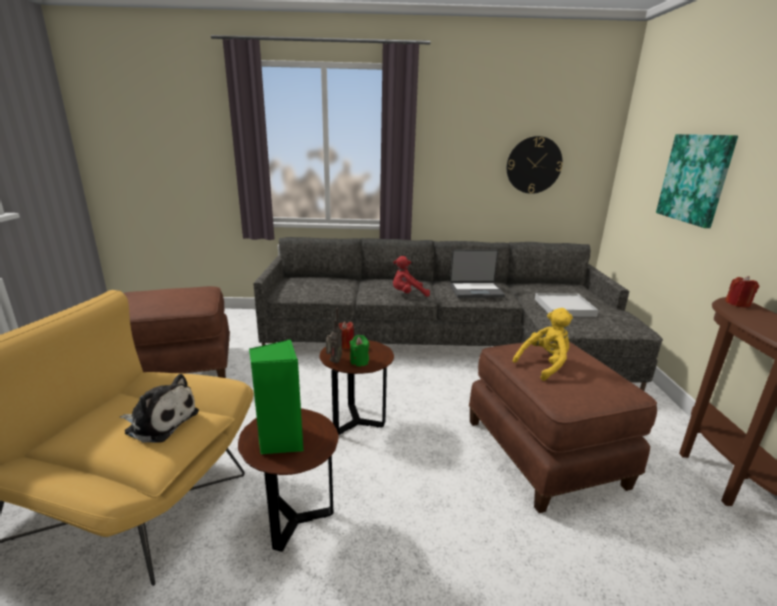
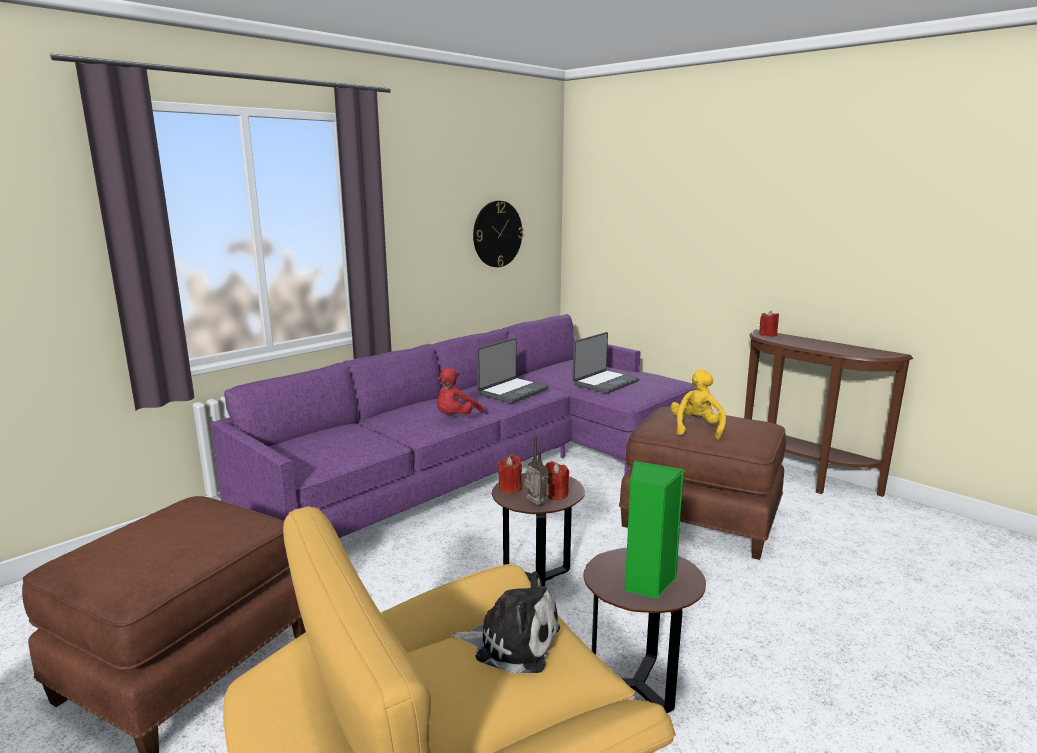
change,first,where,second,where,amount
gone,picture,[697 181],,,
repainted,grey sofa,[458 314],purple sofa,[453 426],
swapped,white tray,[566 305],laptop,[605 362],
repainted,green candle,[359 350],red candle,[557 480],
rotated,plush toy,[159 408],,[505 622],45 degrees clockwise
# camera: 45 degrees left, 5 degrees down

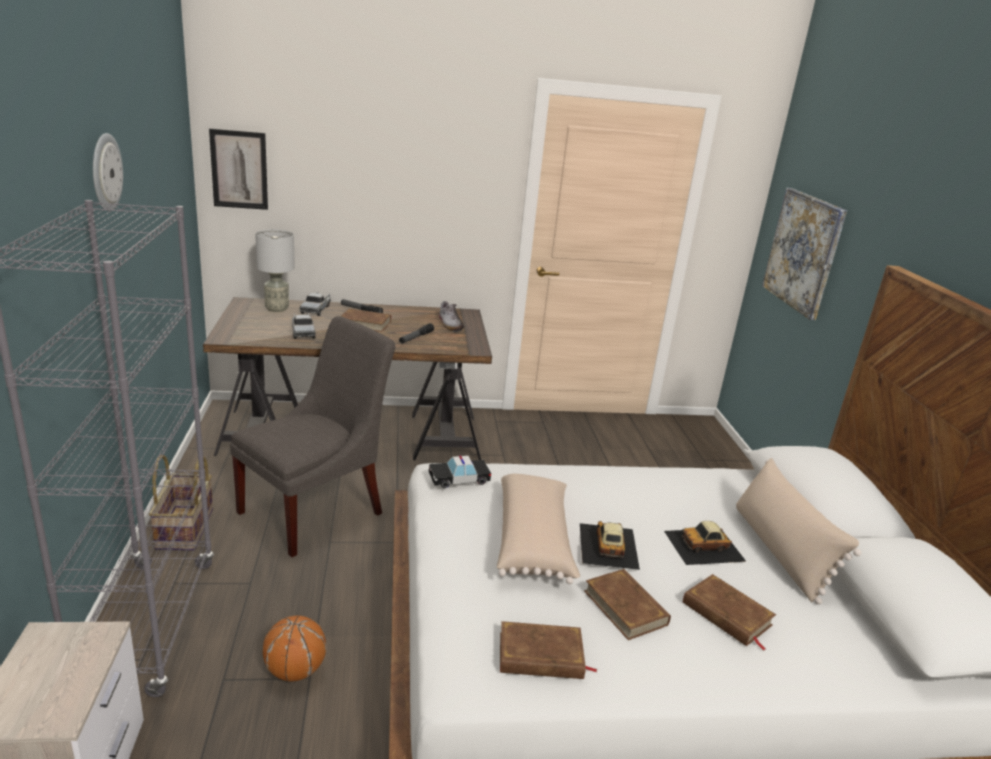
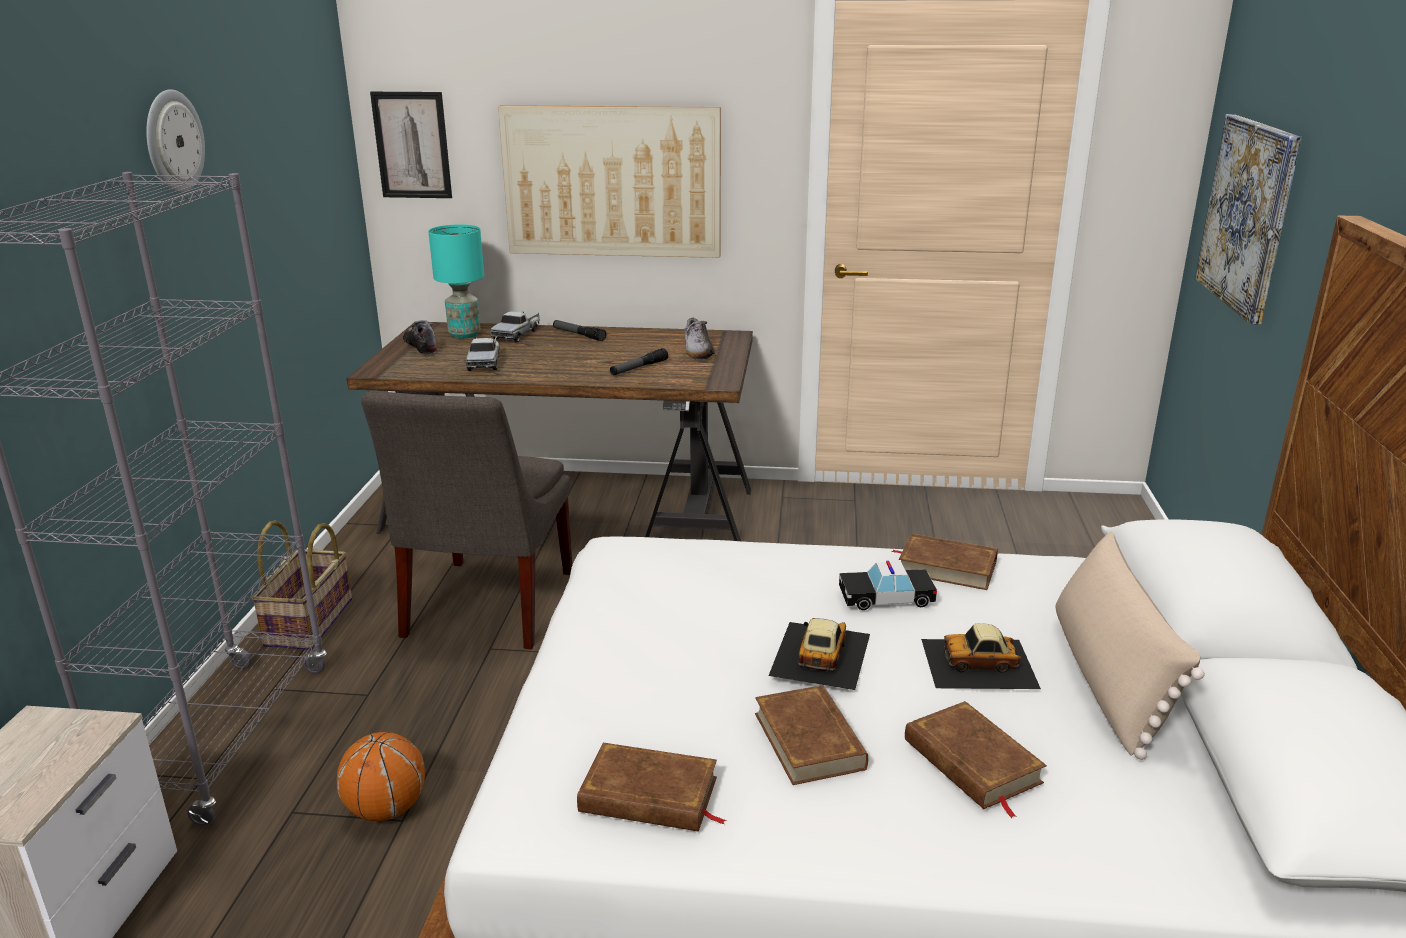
change,first,where,second,where,amount
repainted,grey table lamp,[275 270],turquoise table lamp,[456 281],
shifted,brown book,[366 320],,[944 561],
rotated,grey chair,[312 436],,[466 520],135 degrees clockwise
shifted,toy car,[460 471],,[888 585],
gone,beige pillow,[538 529],,,
new,,,picture,[609 181],
new,,,shoe,[420 337],
# camera: 15 degrees right, 0 degrees up

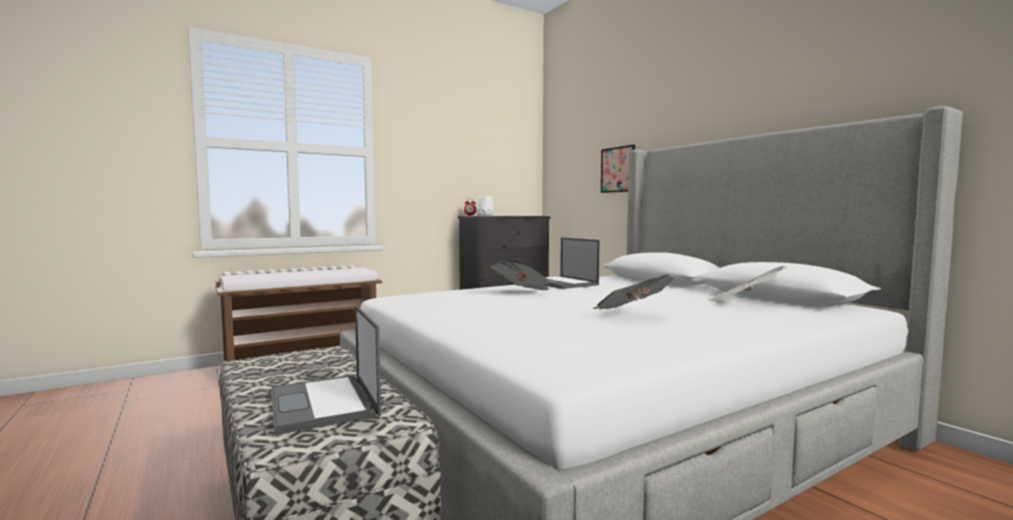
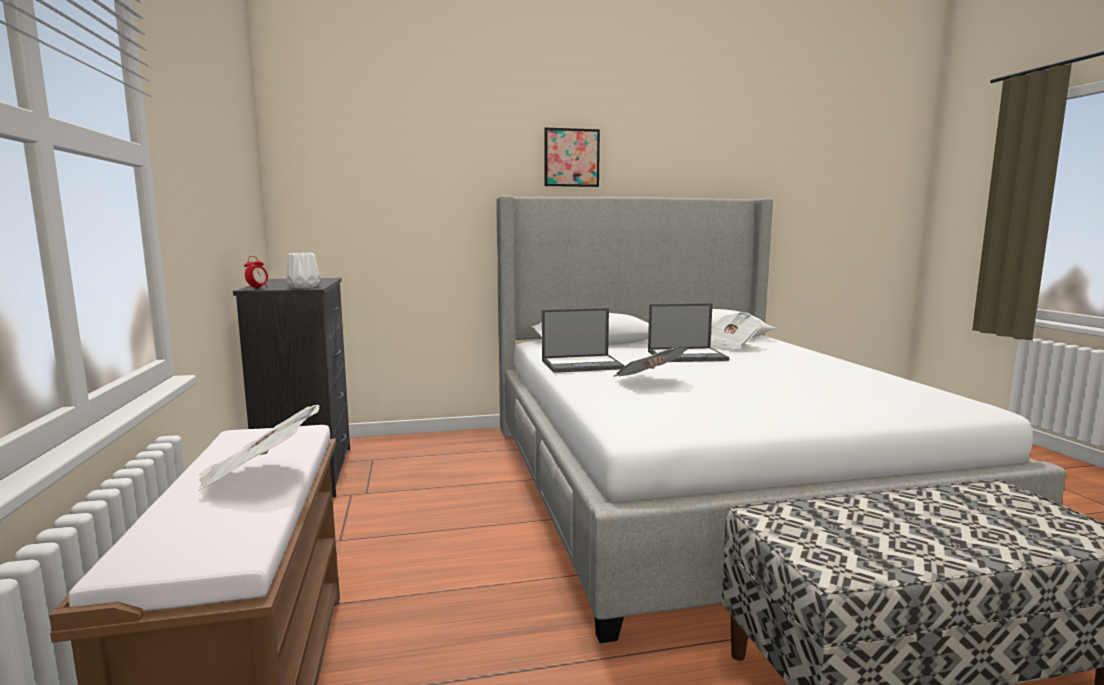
change,first,where,second,where,amount
shifted,picture,[618 169],,[572 157],
shifted,newspaper,[633 291],,[259 448],
shifted,laptop,[326 370],,[688 332],
# camera: 70 degrees left, 5 degrees up

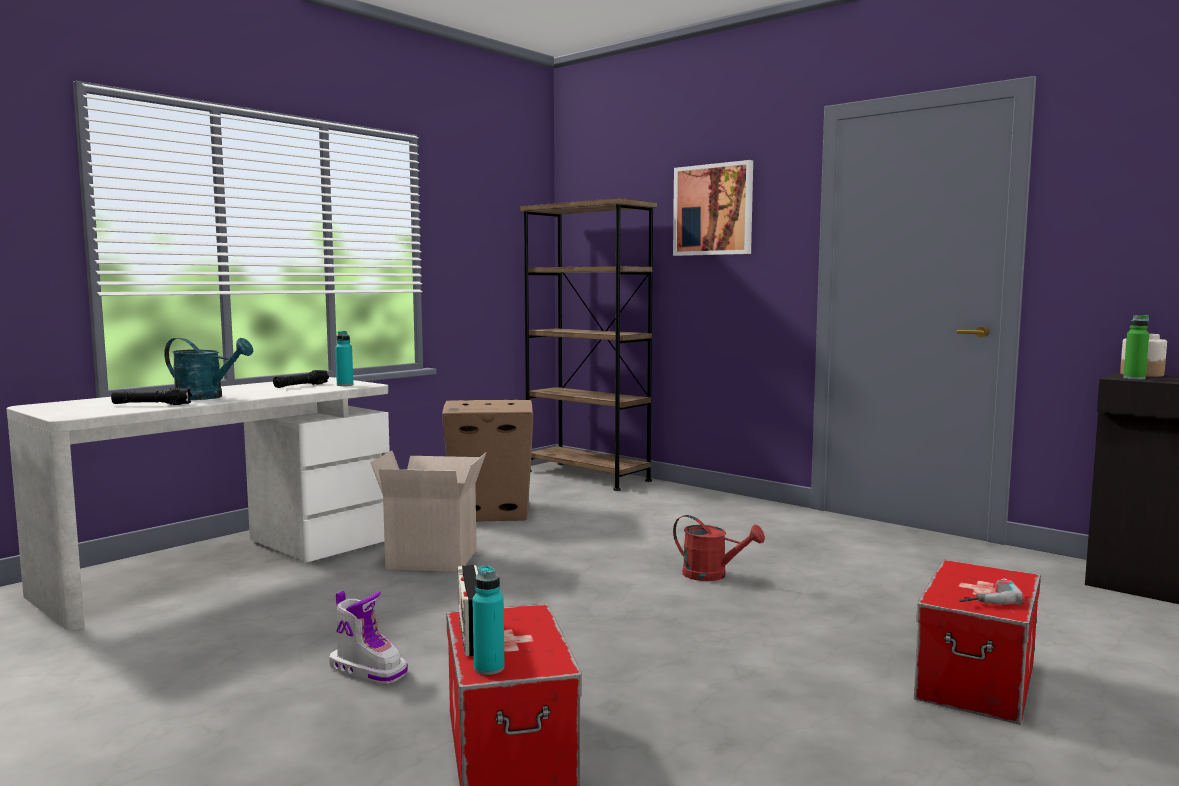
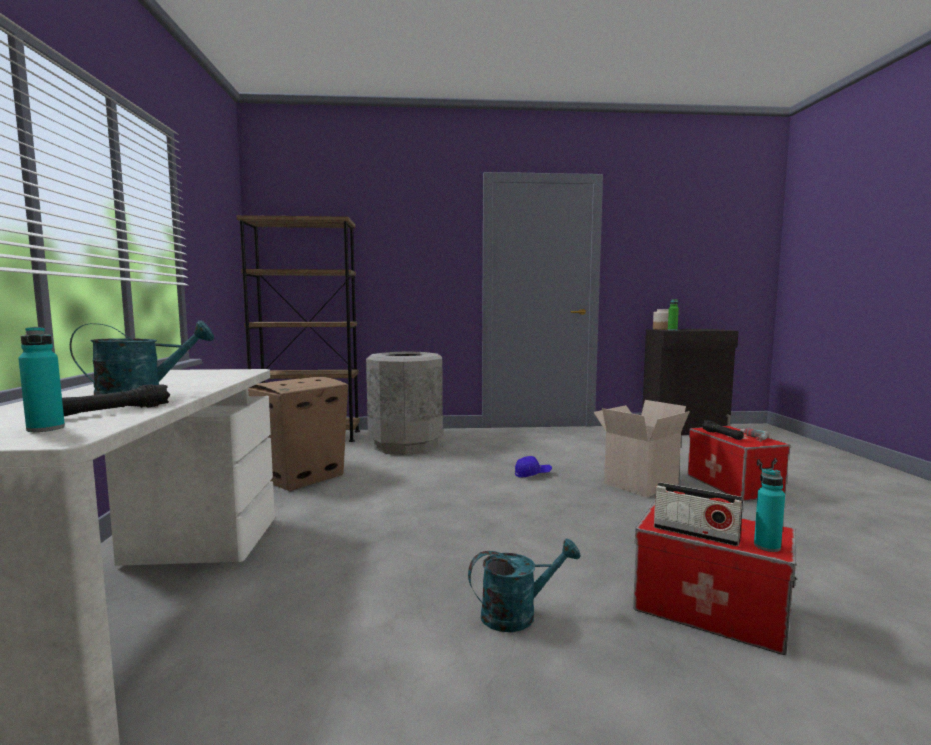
change,first,where,second,where,amount
gone,picture,[713 208],,,
shifted,turquoise bottle,[344 358],,[41 379],
shifted,black flashlight,[301 379],,[723 430],
shifted,cardboard box,[428 511],,[642 448],
swapped,red watering can,[719 548],blue cap,[533 467],
swapped,boot,[368 638],turquoise watering can,[524 585],
new,,,grey trash can,[404 403],
# camera: 45 degrees left, 0 degrees up

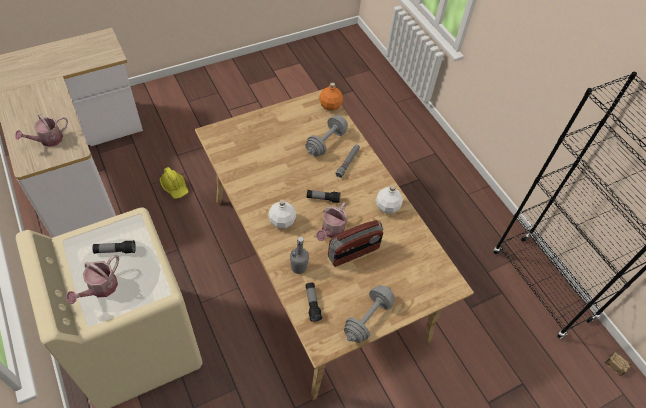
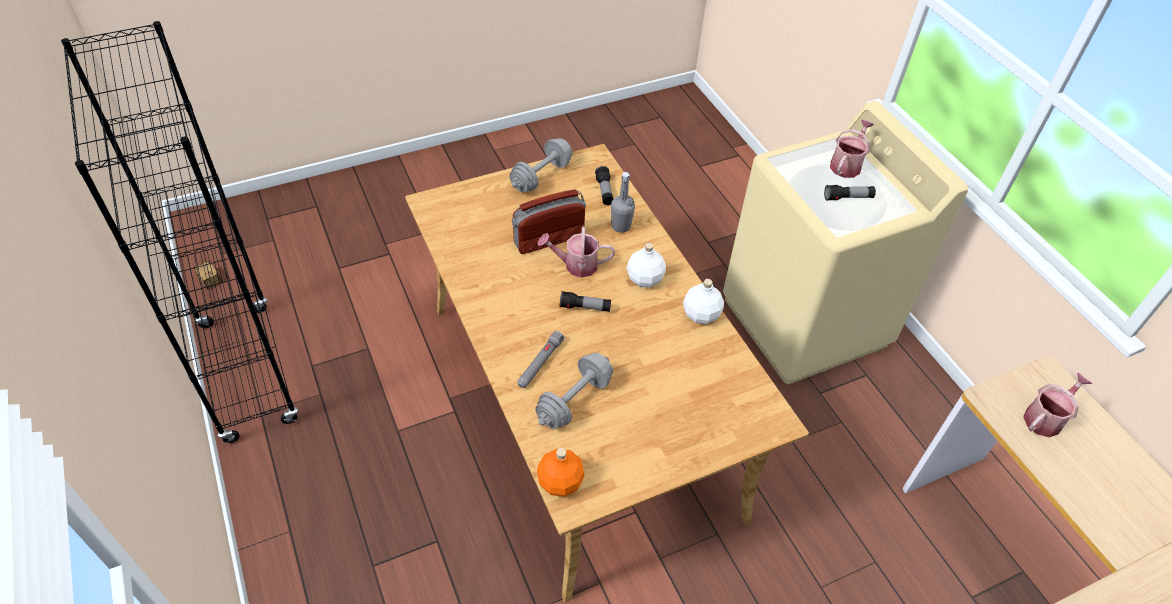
change,first,where,second,where,amount
gone,yellow hard hat,[174 183],,,
shifted,white bottle,[389 199],,[703 301],
rotated,watering can,[331 221],,[576 252],120 degrees counterclockwise
# camera: 175 degrees left, 5 degrees down

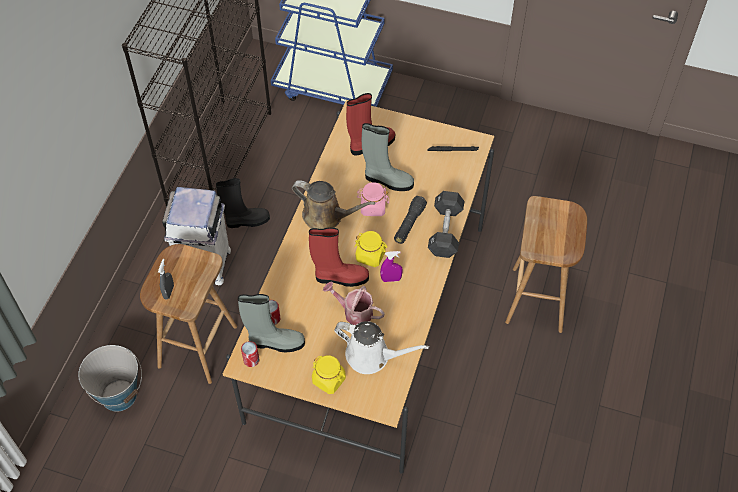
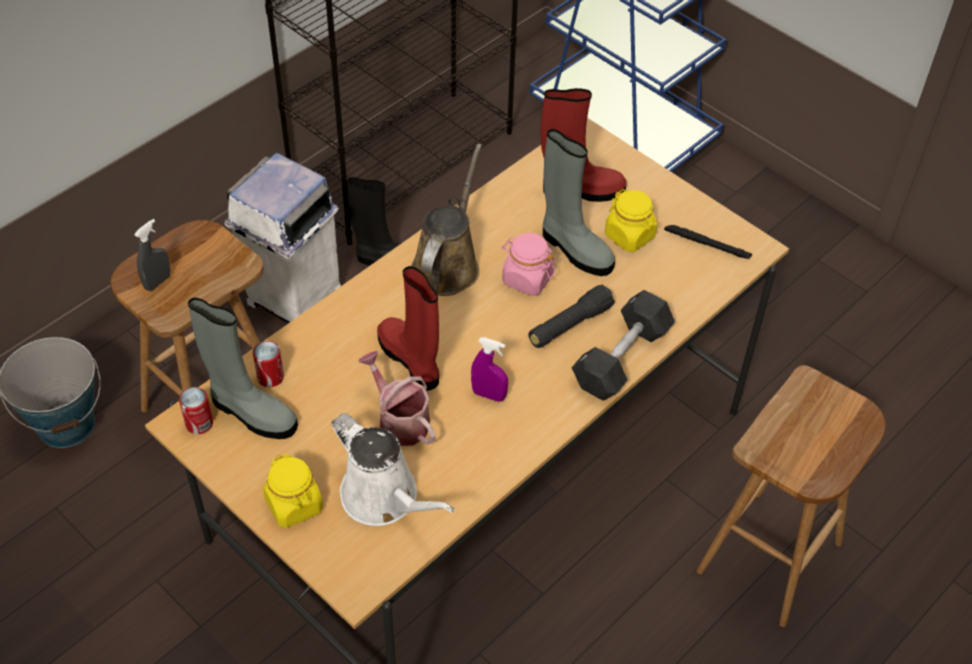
change,first,where,second,where,amount
rotated,brown watering can,[333 204],,[446 220],120 degrees counterclockwise
rotated,red boot,[339 257],,[408 328],150 degrees counterclockwise
shifted,yellow jar,[371 249],,[631 220],
# camera: 25 degrees right, 5 degrees down

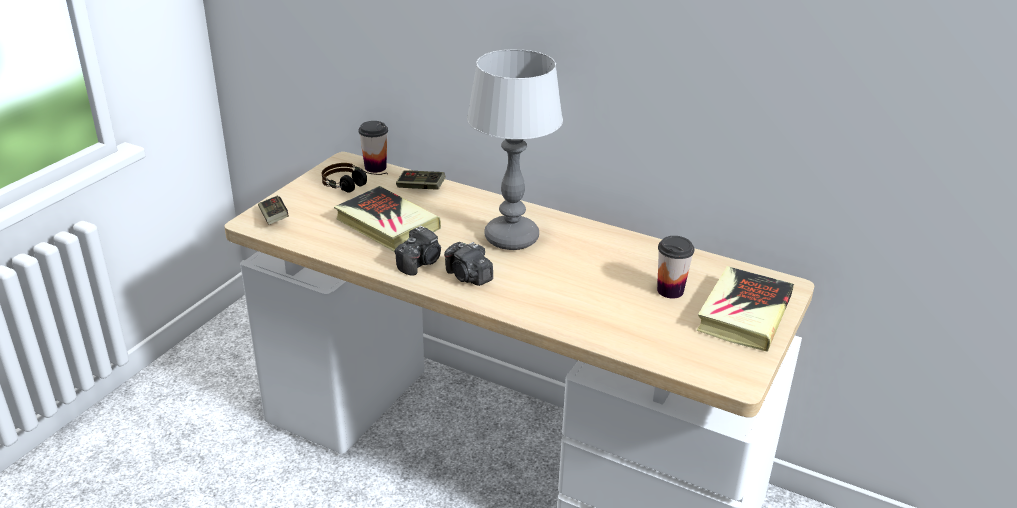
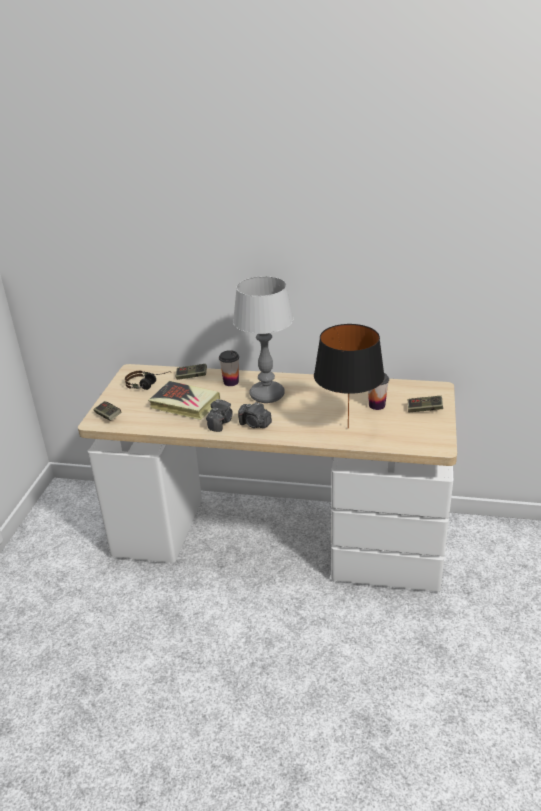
change,first,where,second,where,amount
shifted,cup,[373 147],,[229 368],
swapped,book,[745 309],game controller,[425 404],
new,,,black table lamp,[349 376],
# camera: 15 degrees left, 0 degrees up

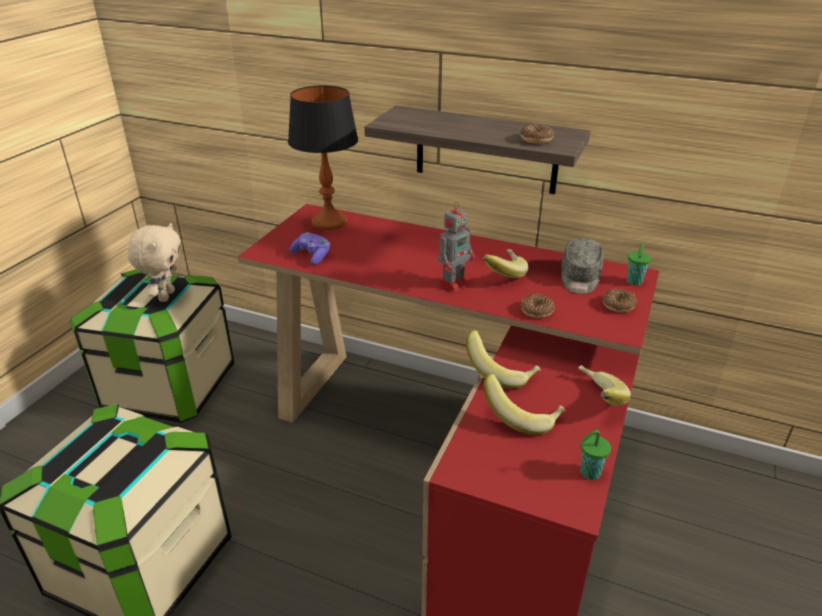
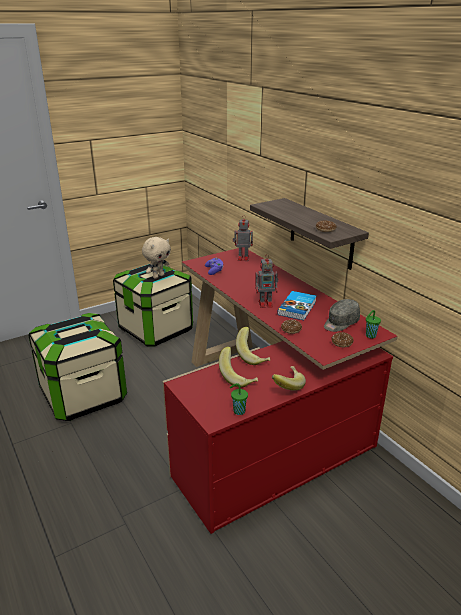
change,first,where,second,where,amount
swapped,table lamp,[323 158],toy robot,[243 238],
swapped,banana,[505 263],book,[297 305],
# camera: 35 degrees right, 5 degrees down

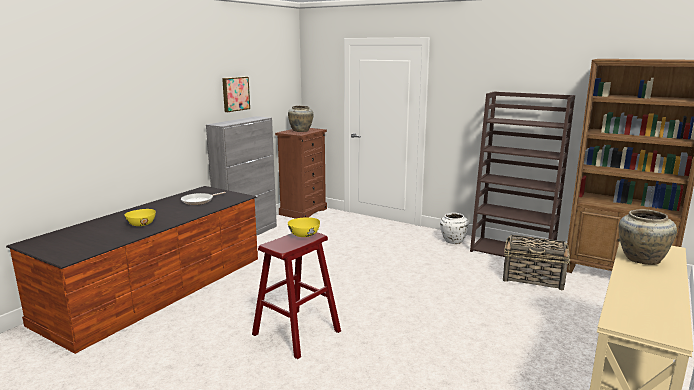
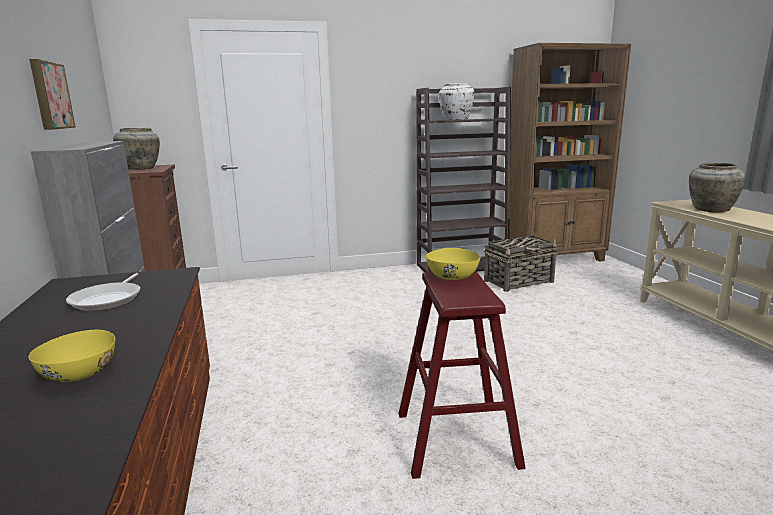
change,first,where,second,where,amount
shifted,white vase,[454 228],,[457 101],
# camera: 45 degrees left, 0 degrees up

